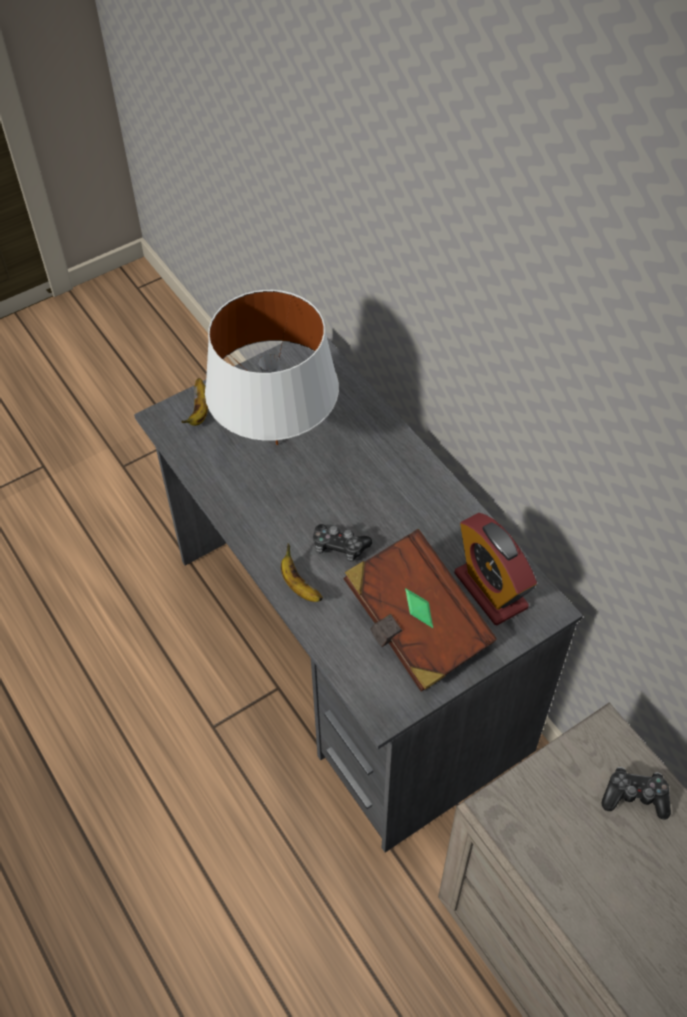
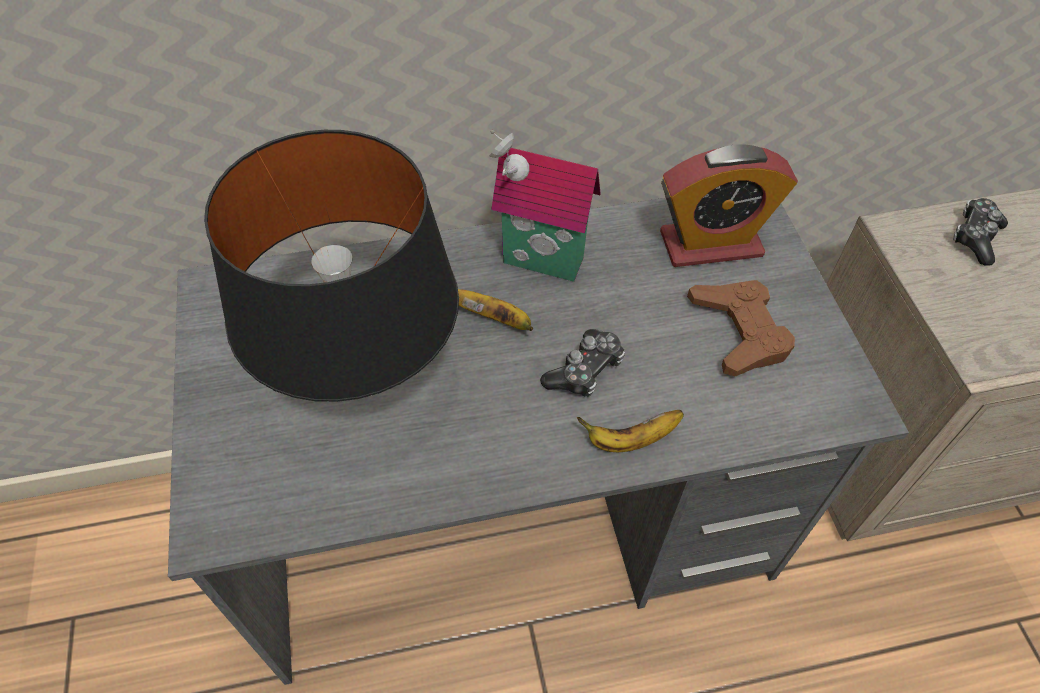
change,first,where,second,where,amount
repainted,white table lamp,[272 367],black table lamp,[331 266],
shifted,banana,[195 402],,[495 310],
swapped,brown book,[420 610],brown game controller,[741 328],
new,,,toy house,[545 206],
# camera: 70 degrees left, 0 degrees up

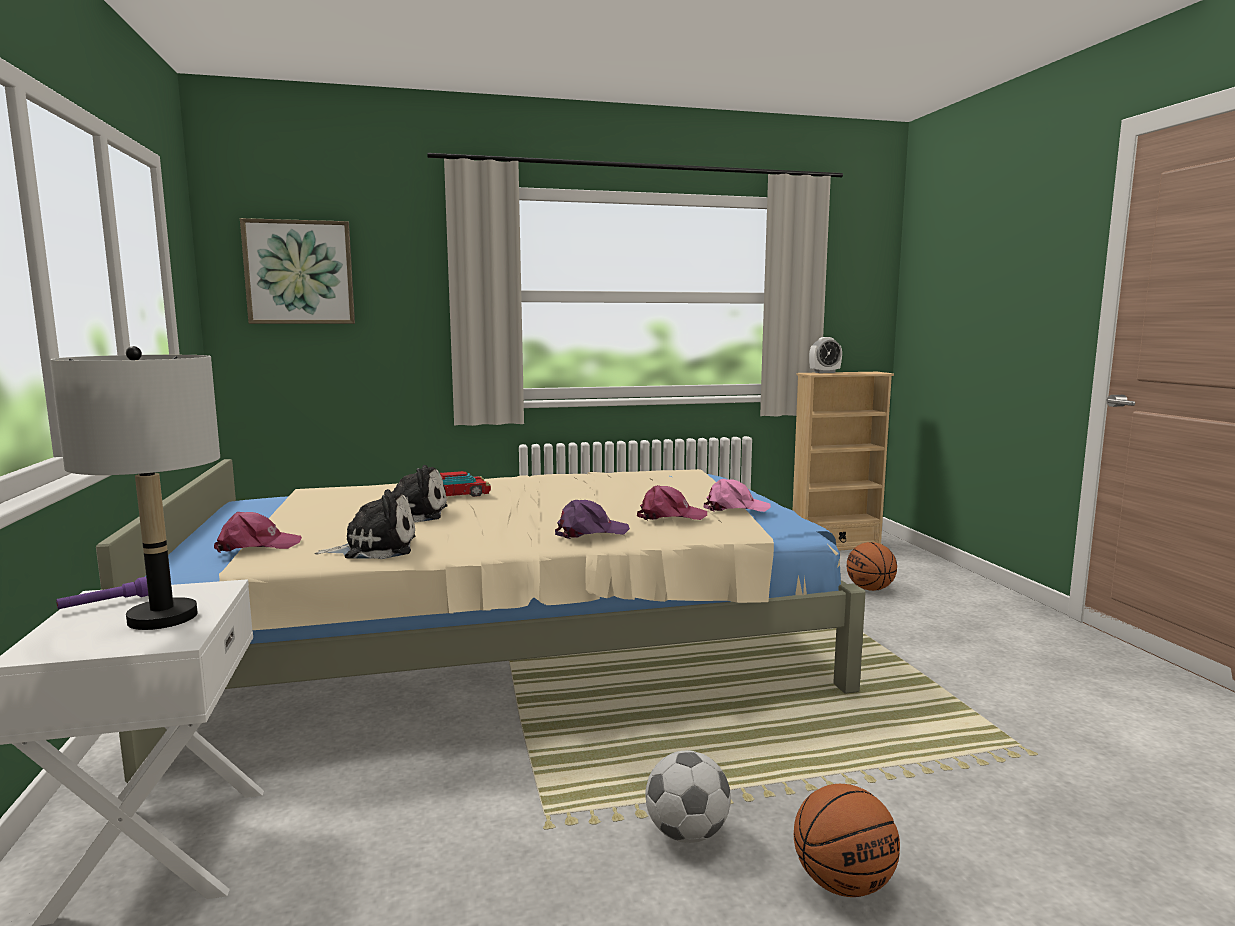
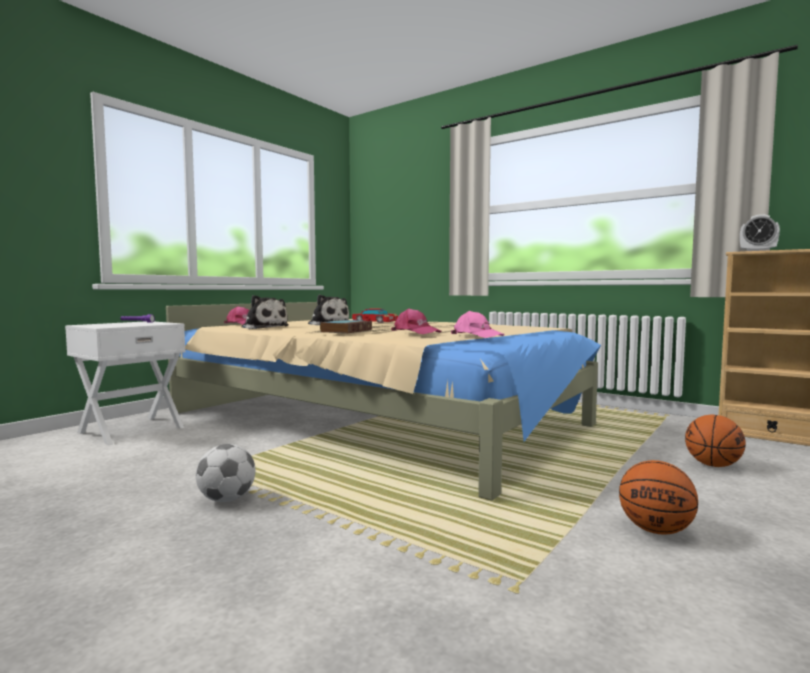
change,first,where,second,where,amount
gone,picture,[297 271],,,
gone,grey table lamp,[135 488],,,
swapped,purple cap,[592 519],book,[346 326],
shifted,basketball,[847 840],,[658 497],
# camera: 50 degrees right, 5 degrees down

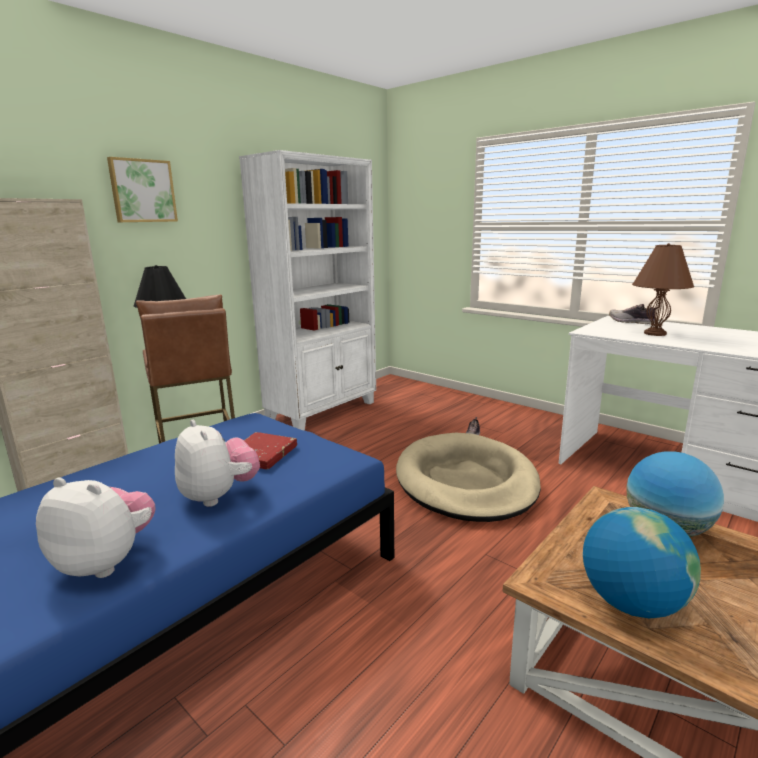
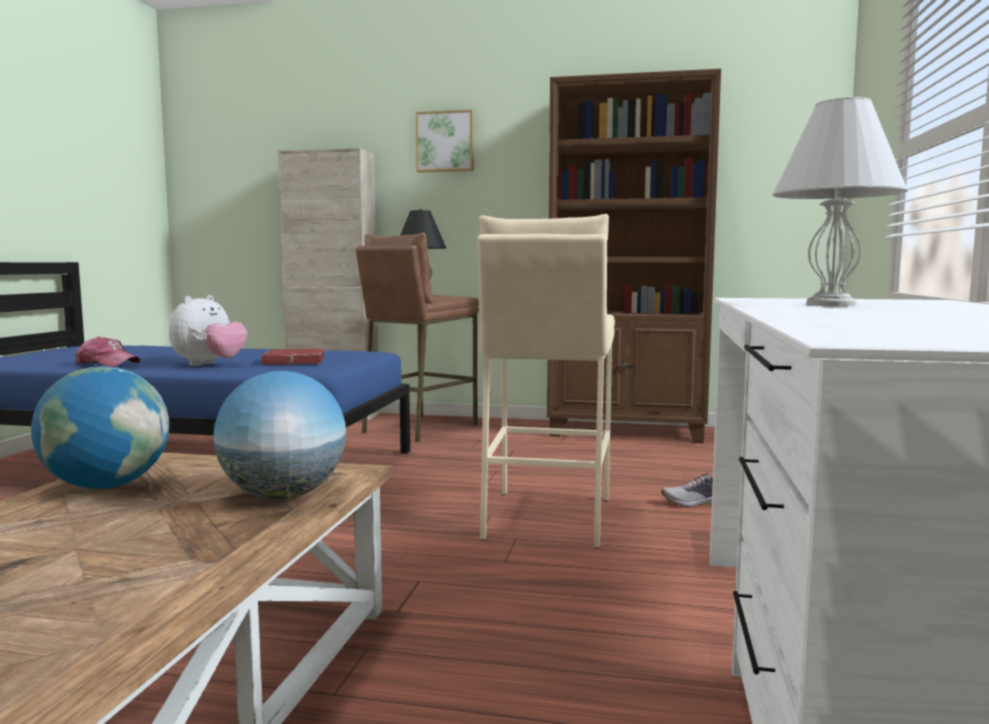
change,first,where,second,where,amount
repainted,white bookcase,[307 290],brown bookcase,[634 256],
repainted,brown table lamp,[663 289],white table lamp,[840 201],
gone,shoe,[633 314],,,
swapped,beige dog bed,[468 477],beige stool,[546 381],
swapped,plush toy,[96 527],cap,[107 352],
# camera: 60 degrees right, 10 degrees down

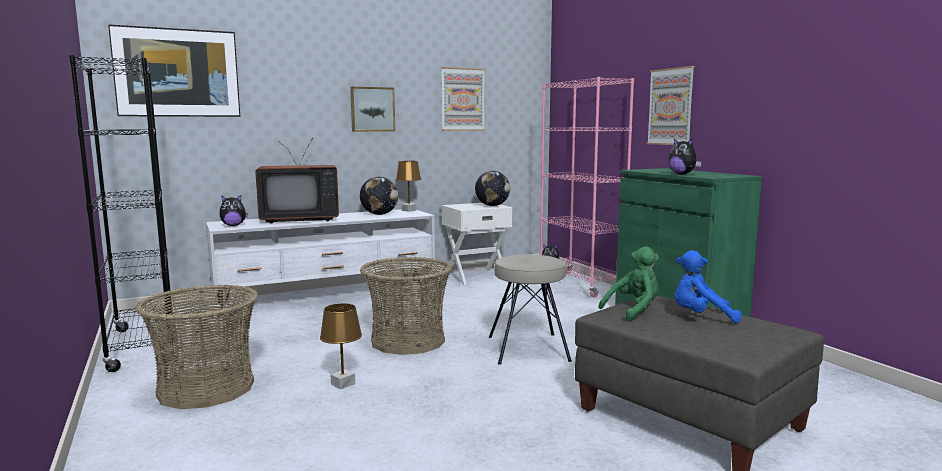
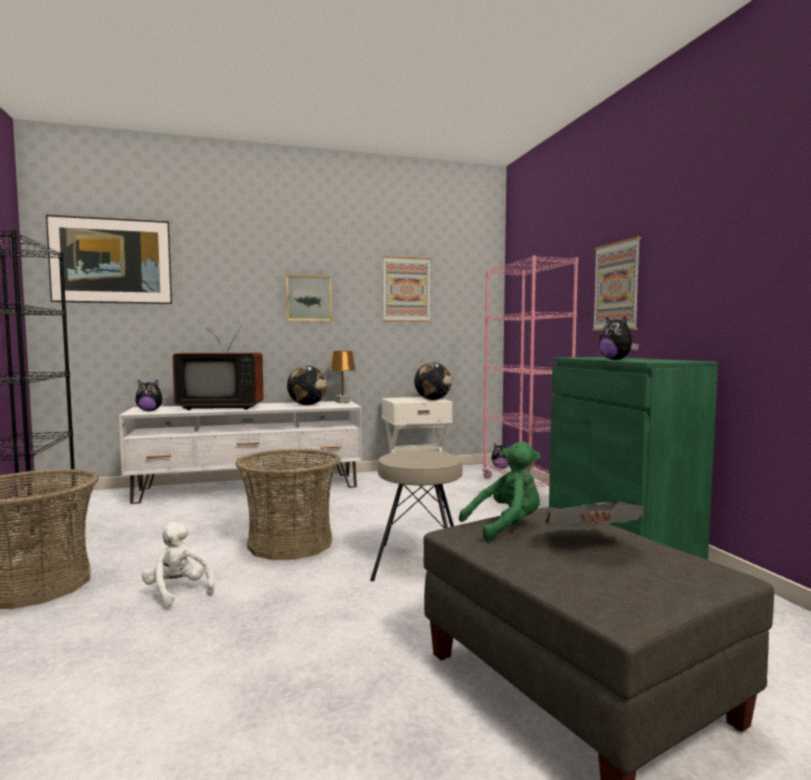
change,first,where,second,where,amount
swapped,blue plush toy,[707 286],newspaper,[593 515],
swapped,brown table lamp,[341 346],white plush toy,[178 564],
# camera: 10 degrees right, 5 degrees down

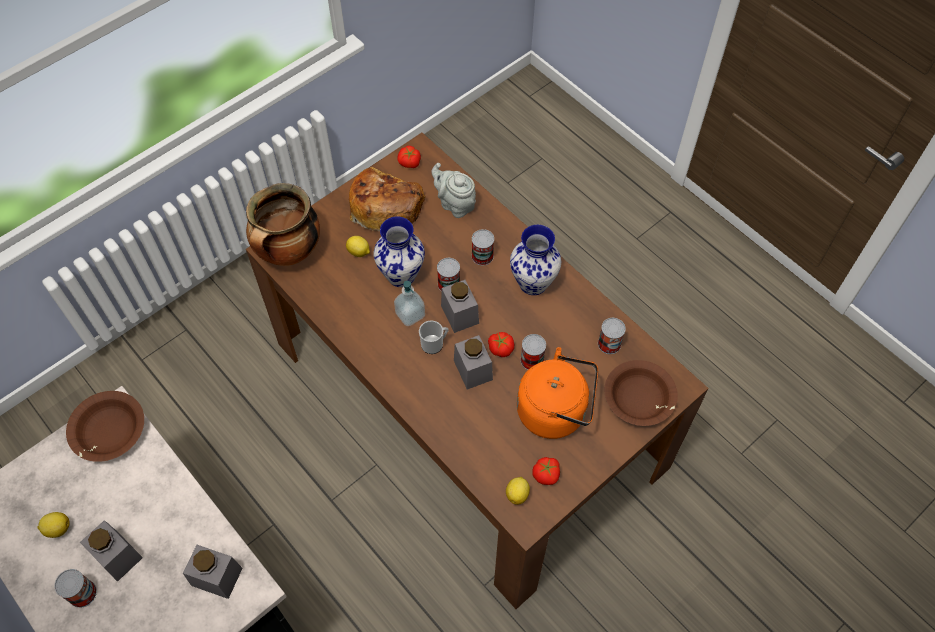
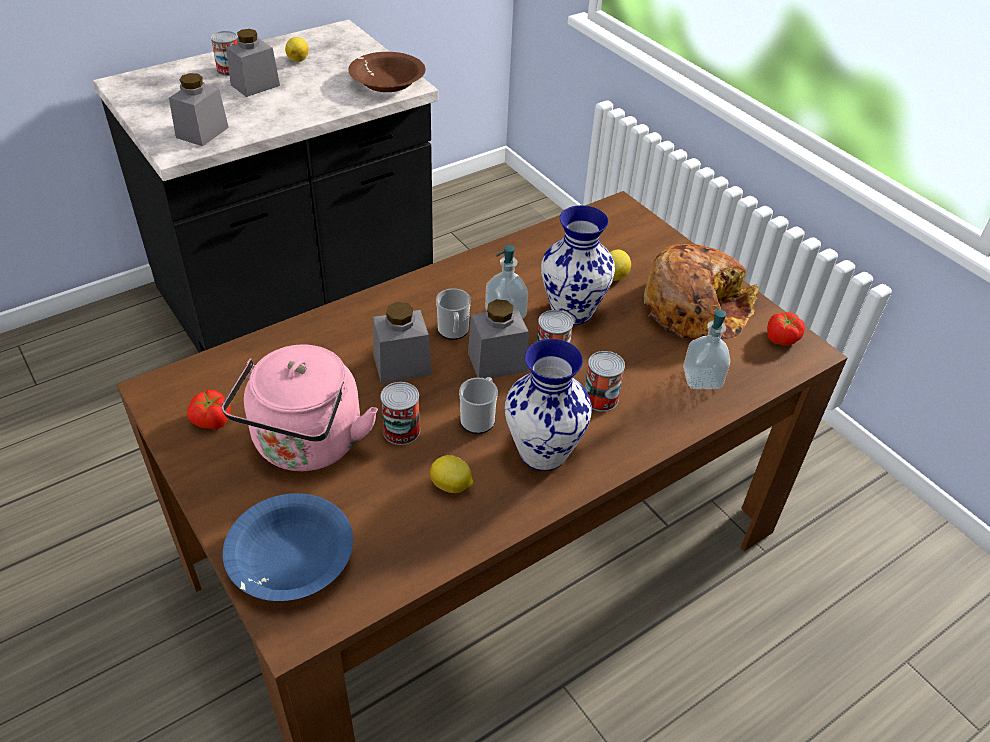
change,first,where,second,where,amount
swapped,grey teapot,[453 190],soap dispenser,[706 348],
gone,cooking pot,[283 224],,,
gone,can,[612 336],,,
gone,tomato,[501 344],,,
repainted,orange kettle,[557 393],pink kettle,[300 408],
repainted,brown bowl,[641 393],blue bowl,[288 547],
shifted,lemon,[518 491],,[451 474],
new,,,mug,[478 405],
# camera: 95 degrees right, 15 degrees down

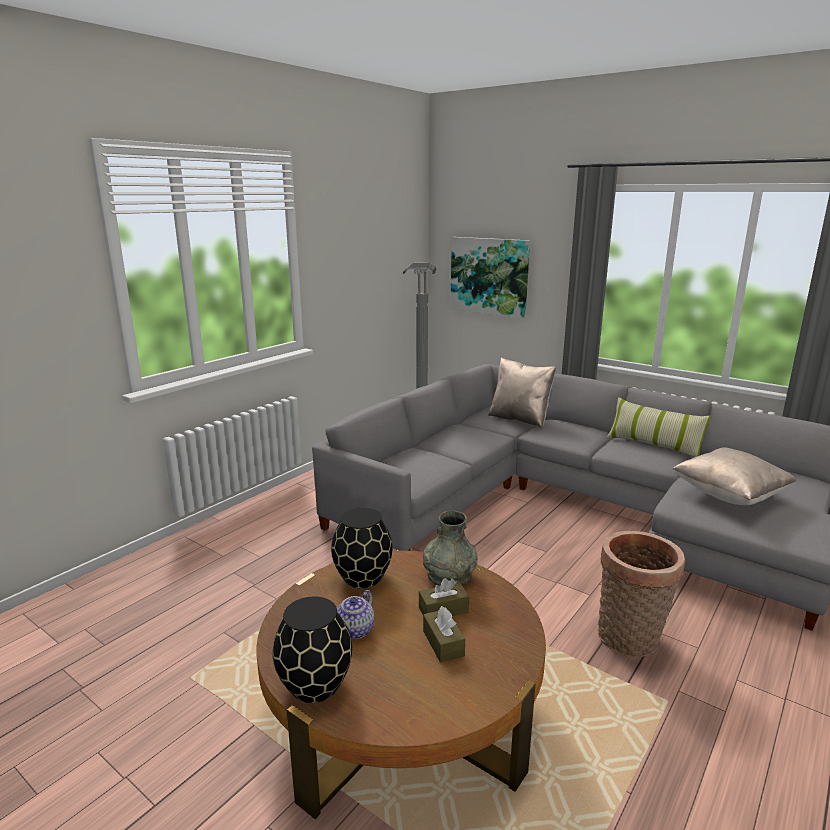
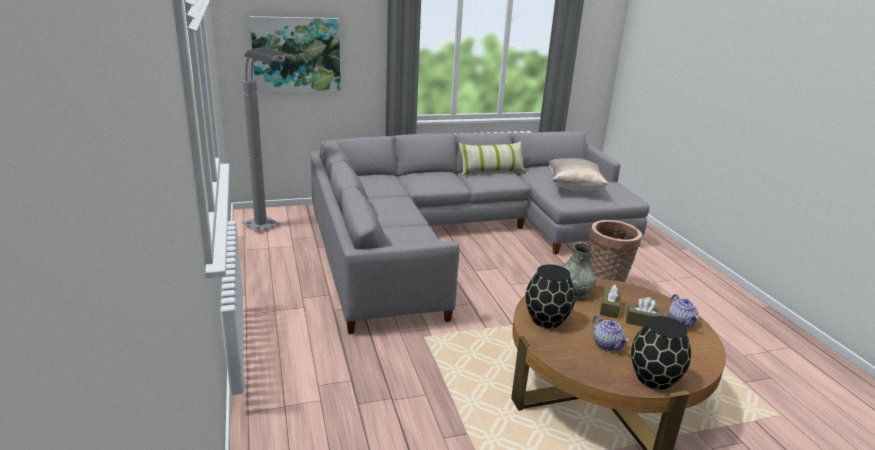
change,first,where,second,where,amount
gone,beige pillow,[522 393],,,
new,,,teapot,[683 310],
# camera: 55 degrees left, 5 degrees up

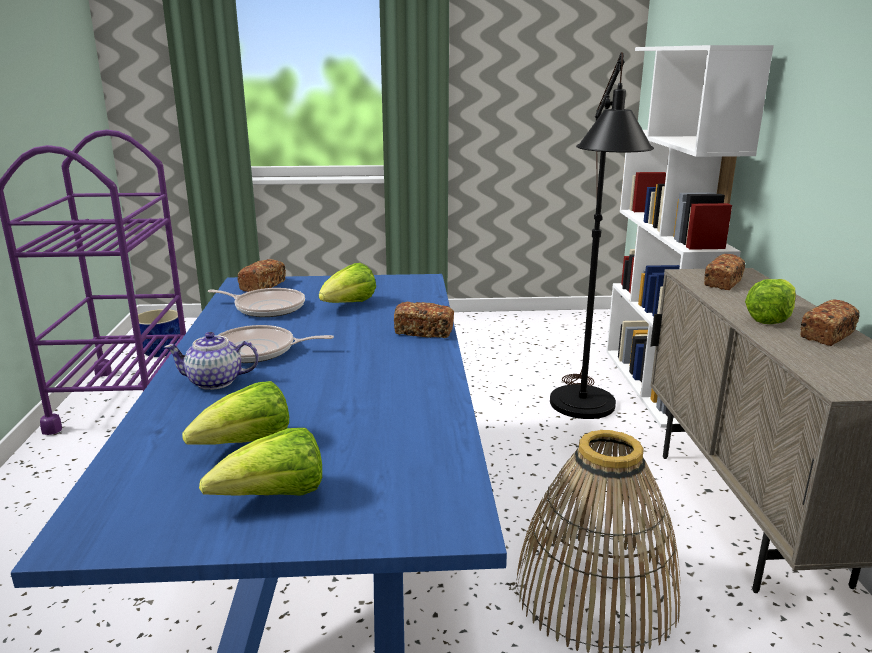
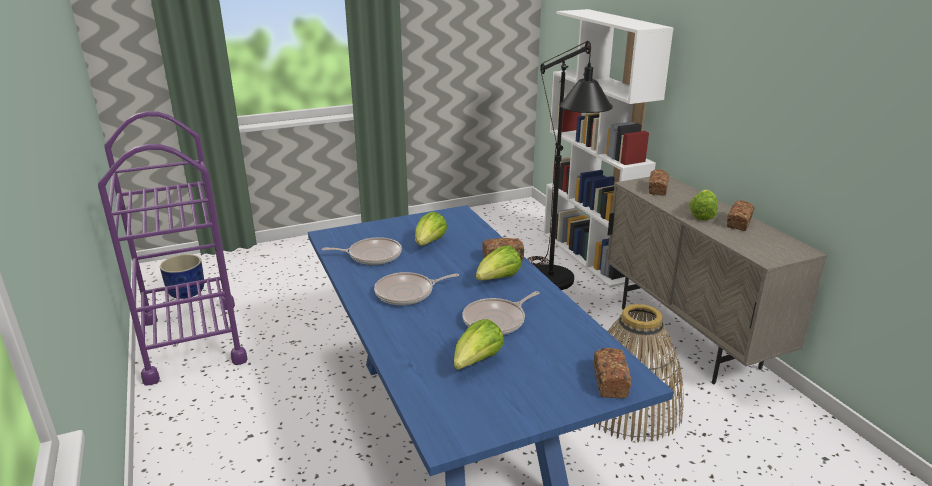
change,first,where,second,where,amount
shifted,bread,[261 275],,[612 373],
gone,teapot,[211 361],,,
shifted,lettuce,[260 462],,[499 262],
new,,,frying pan,[501 313],
# camera: 20 degrees left, 5 degrees up

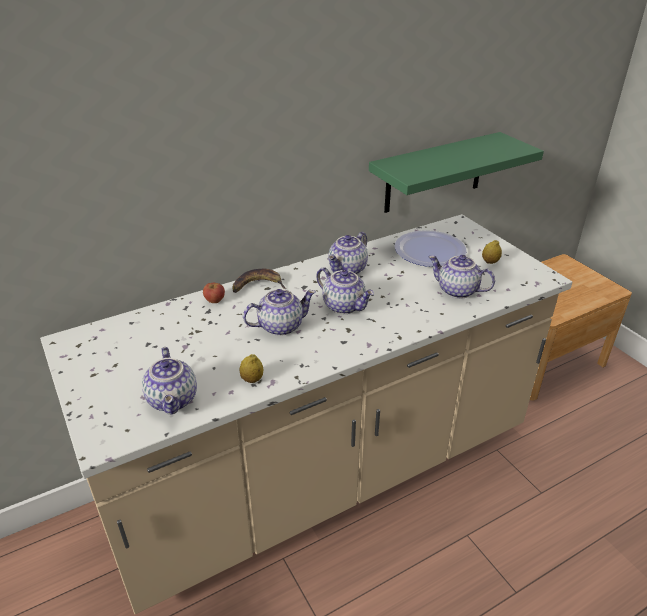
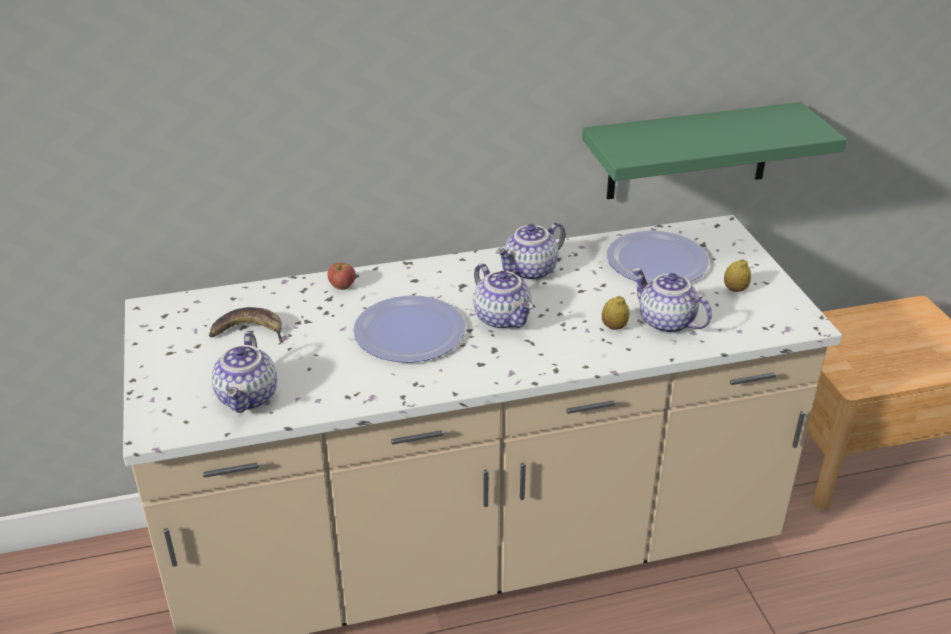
change,first,where,second,where,amount
shifted,banana,[259 281],,[246 324],
swapped,teapot,[279 312],plate,[409 329],
shifted,lemon,[251 368],,[616 313],
# camera: 15 degrees right, 0 degrees up

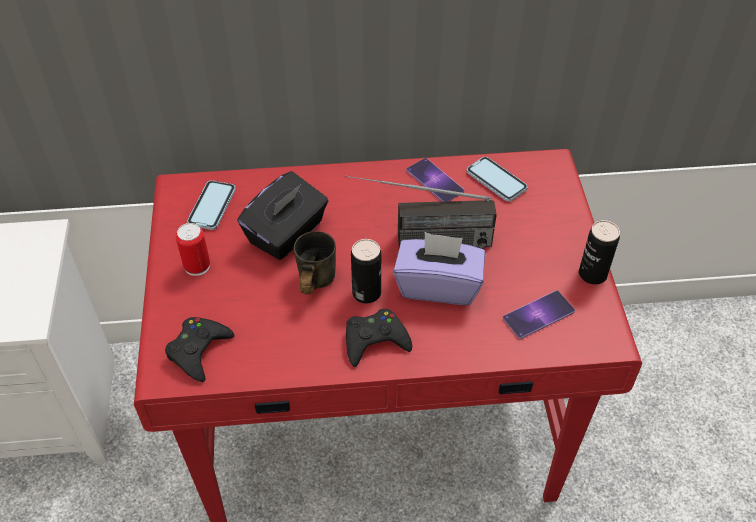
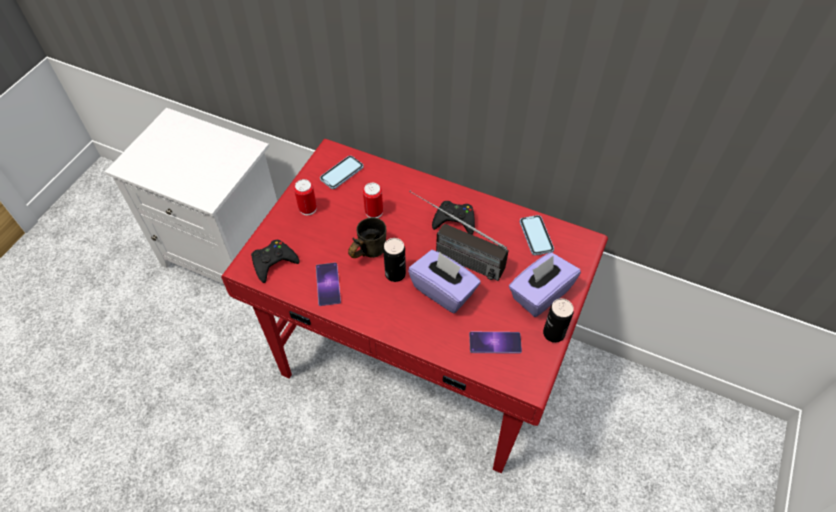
change,first,where,second,where,amount
shifted,phone,[435 180],,[328 284],
swapped,black tissue box,[282 215],can,[373 200],
shifted,black game controller,[379 338],,[453 218],
new,,,purple tissue box,[545 285],
# camera: 30 degrees right, 5 degrees up

